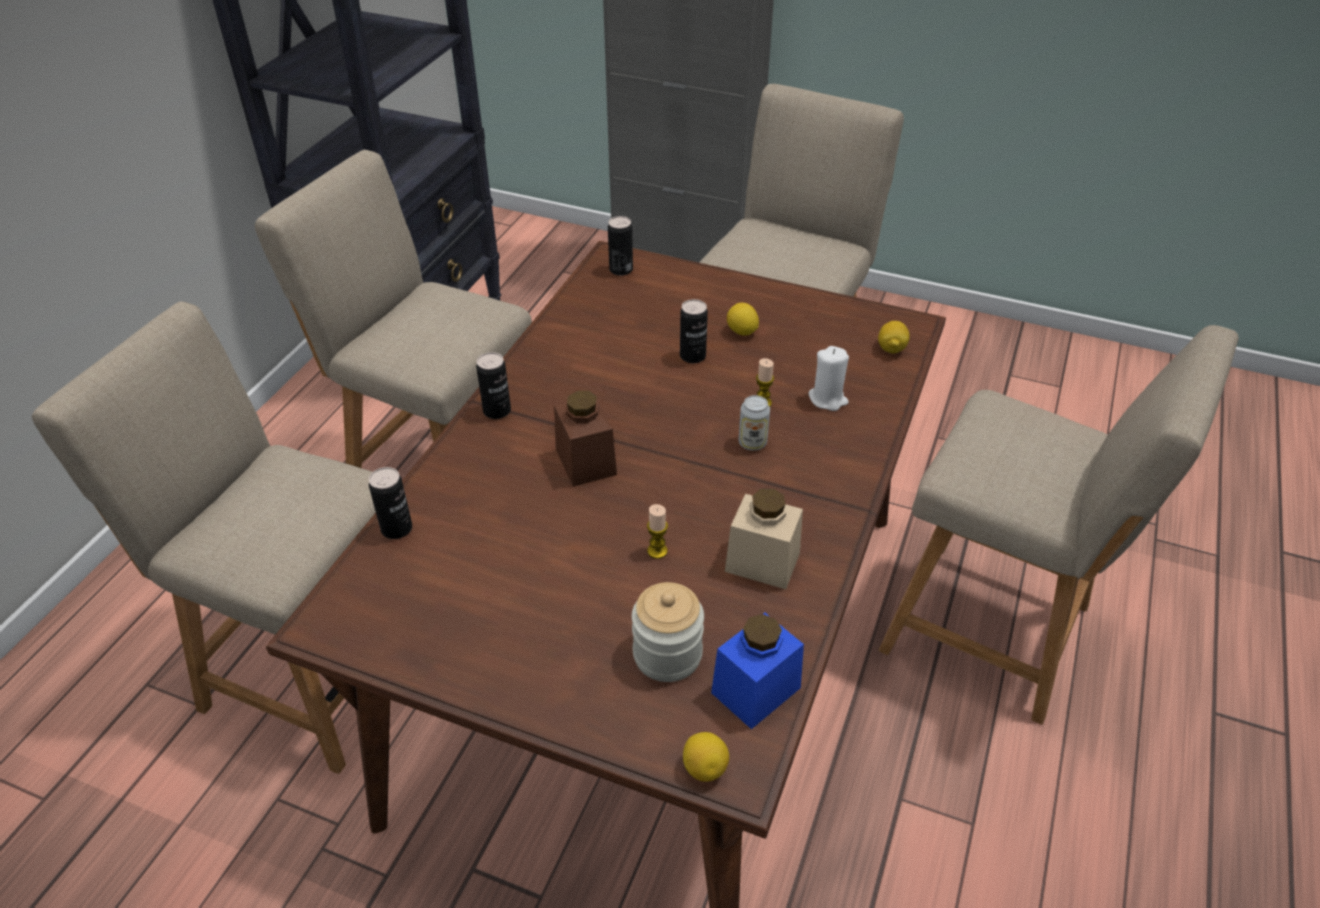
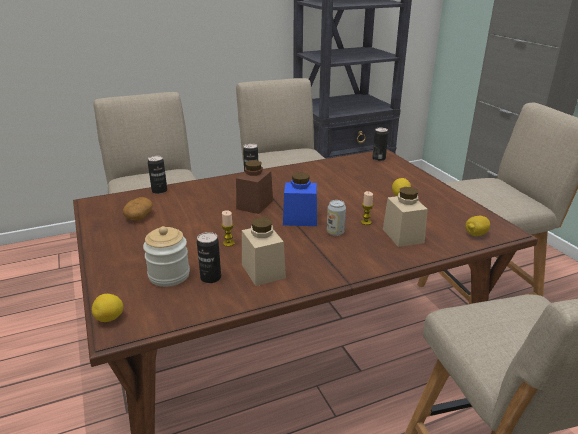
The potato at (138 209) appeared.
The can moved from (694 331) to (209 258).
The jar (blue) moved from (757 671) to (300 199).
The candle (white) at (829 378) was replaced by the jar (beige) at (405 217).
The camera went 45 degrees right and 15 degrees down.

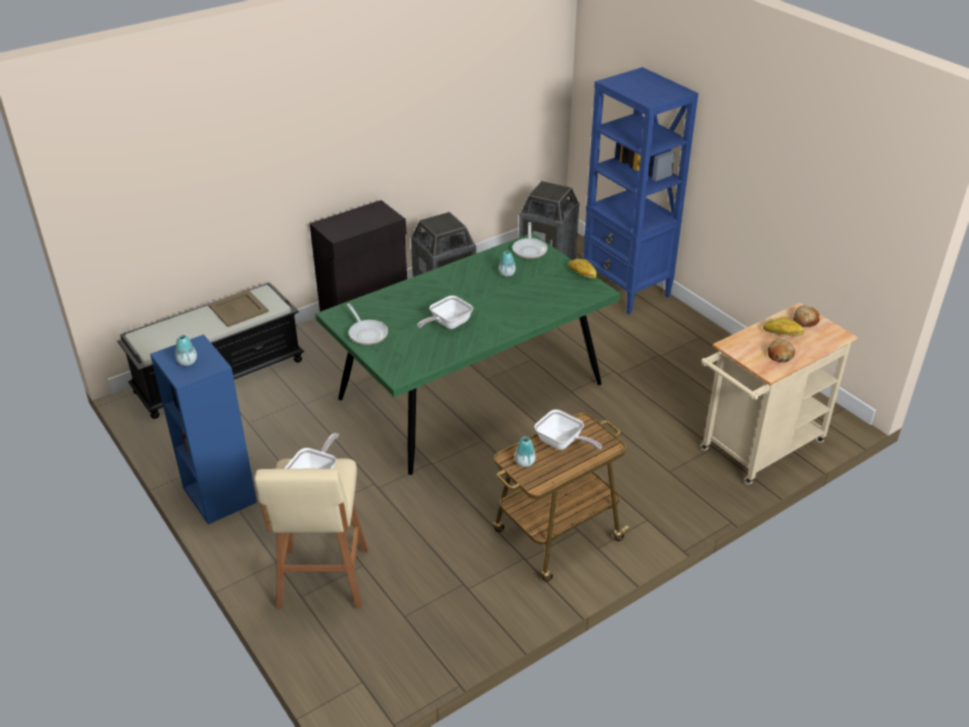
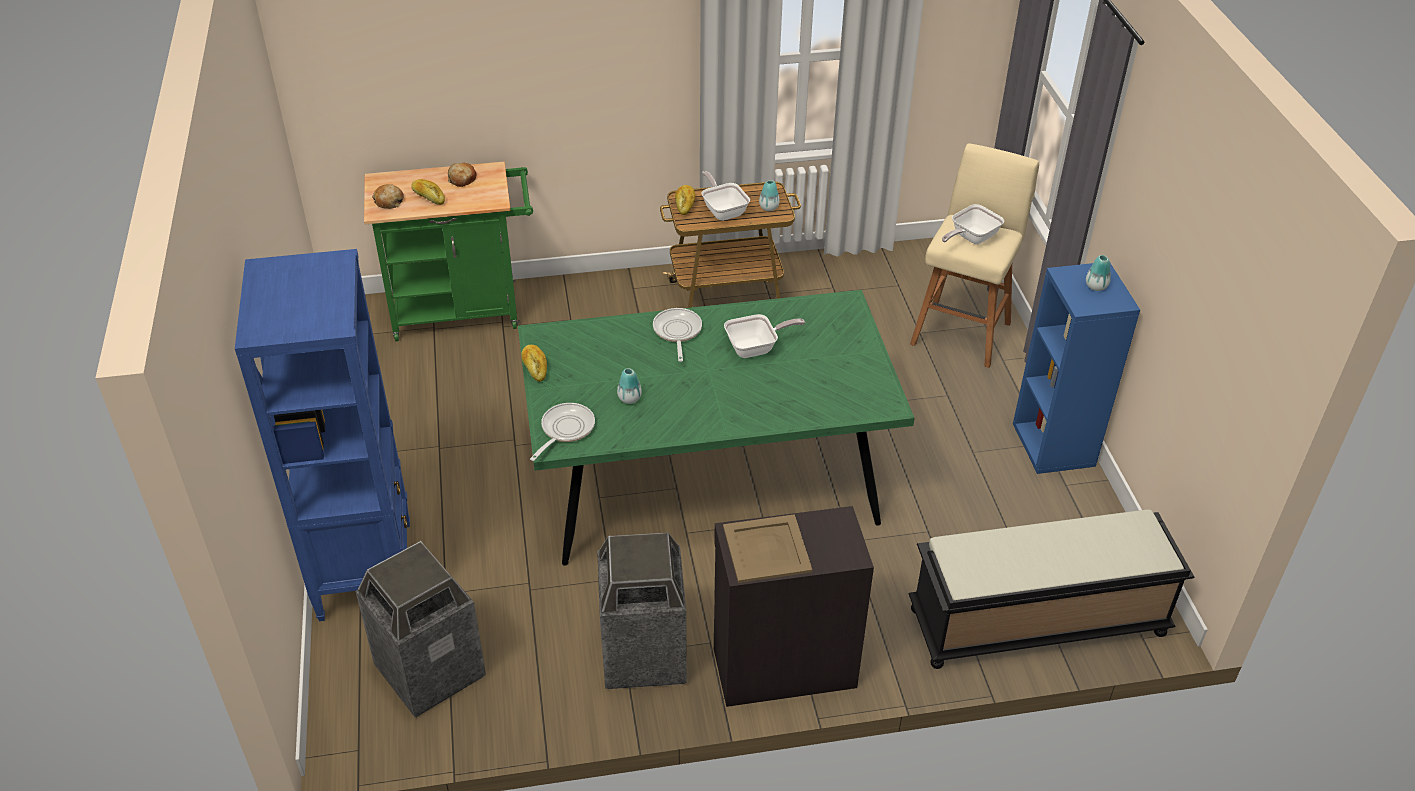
The cart (beige) at (779 393) became the cart (green) at (448 251).
The frying pan moved from (367 324) to (677 335).
The bread at (685 200) appeared.
The tray (beige) moved from (238 308) to (767 548).
The camera went 155 degrees left and 5 degrees up.

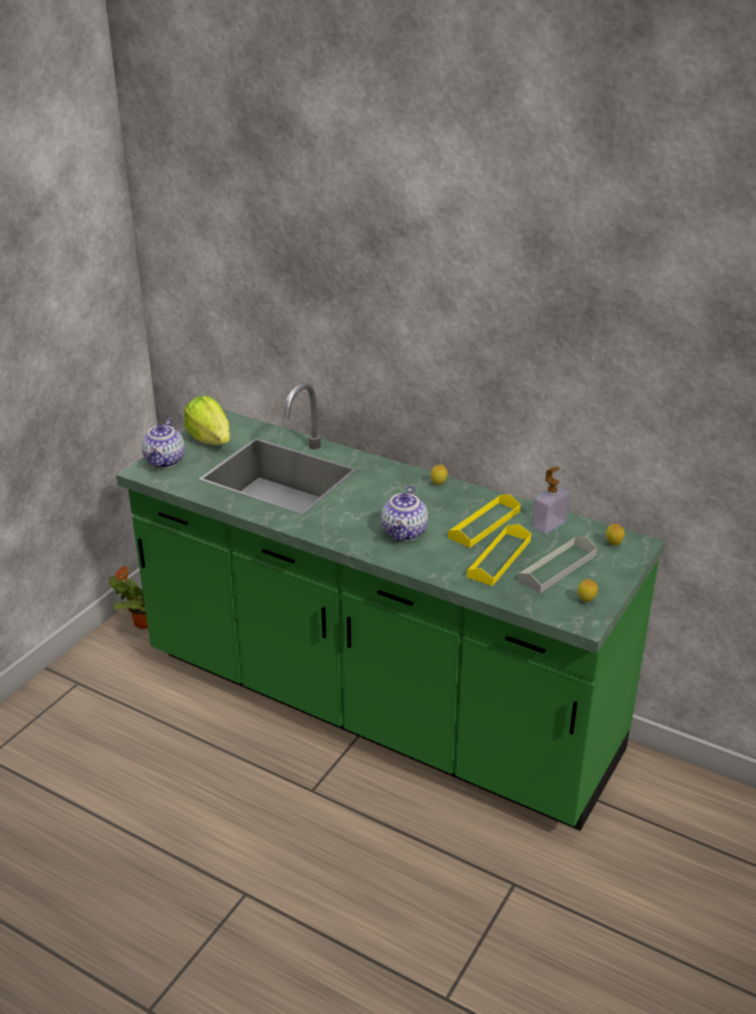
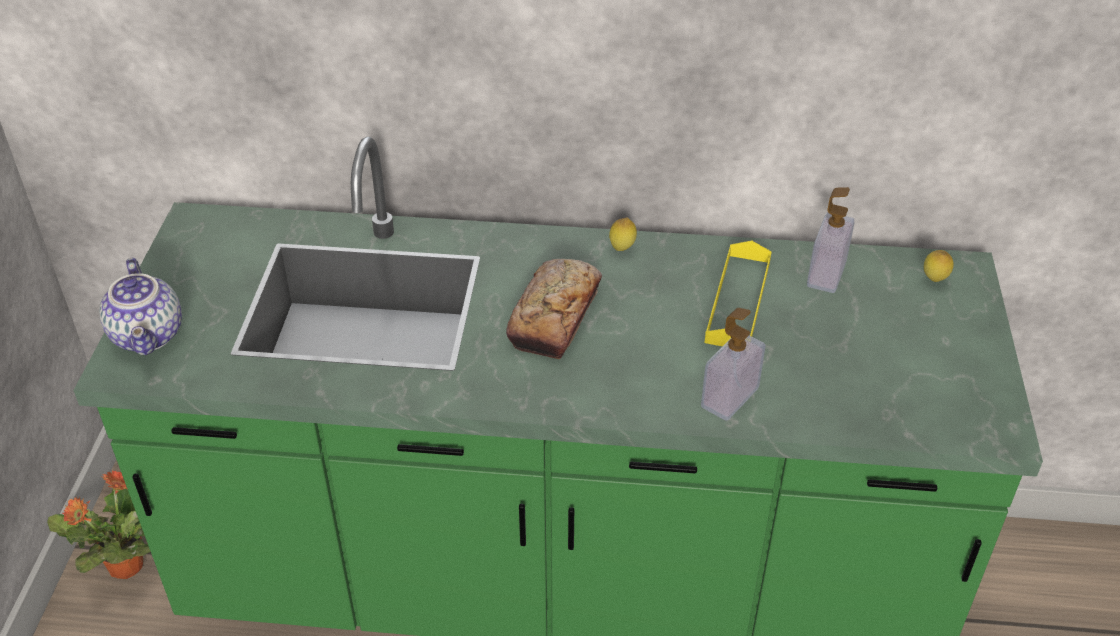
The bread at (554 309) appeared.
The soap dispenser at (733 364) appeared.
The lettuce at (207 420) disappeared.
The teapot at (404 513) disappeared.
The tray (yellow) at (499 555) disappeared.
The tray (grey) at (557 565) disappeared.
The lemon at (588 590) disappeared.
The camera went 25 degrees left and 10 degrees up.

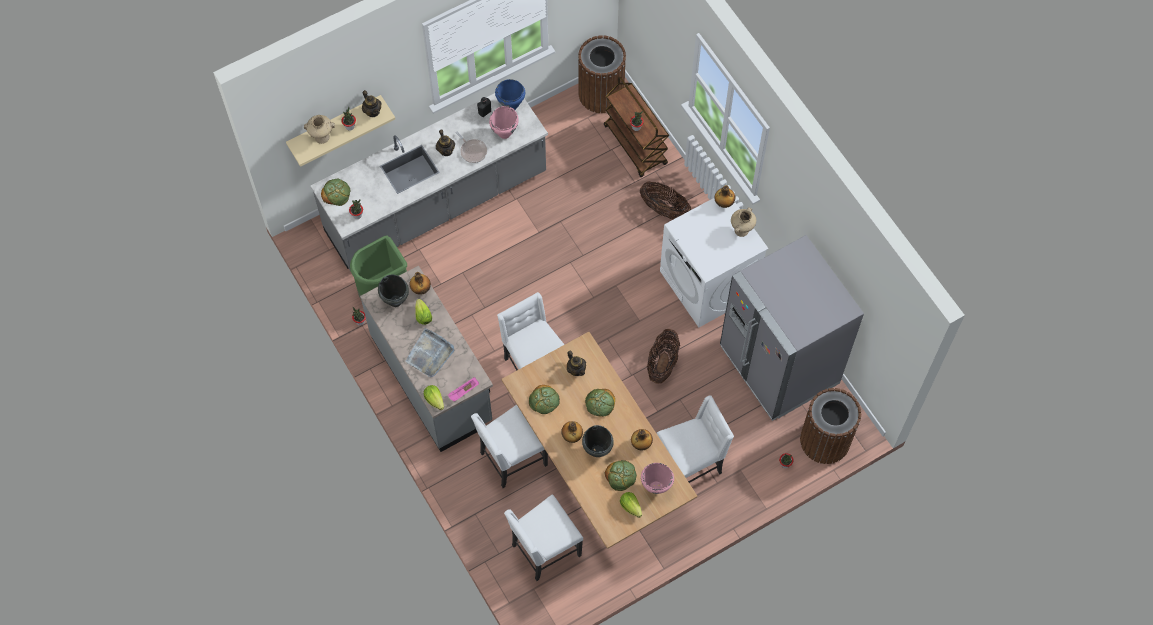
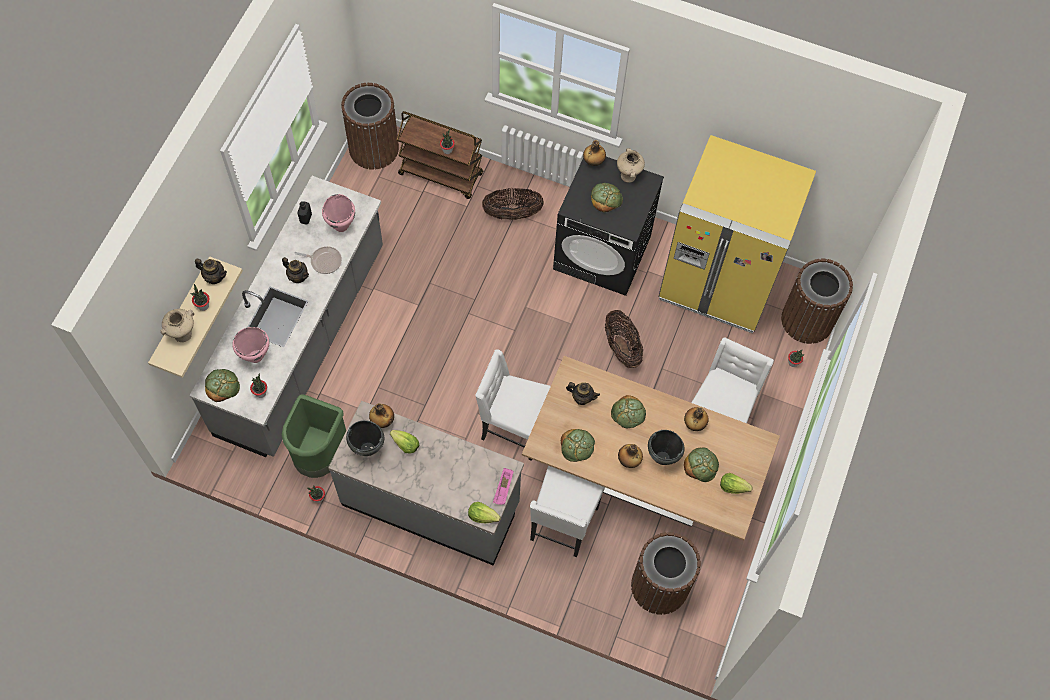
The cooking pot (pink) moved from (657 478) to (250 345).
The washing machine (white) at (714 262) became the washing machine (black) at (608 226).
The bread at (607 197) appeared.
The chair (white) at (543 537) was replaced by the trash can (brown) at (666 573).
The fridge (grey) at (792 328) became the fridge (yellow) at (737 234).
The tray (grey) at (430 352) disappeared.
The cooking pot (blue) at (510 94) disappeared.
The camera went 40 degrees left and 0 degrees up.

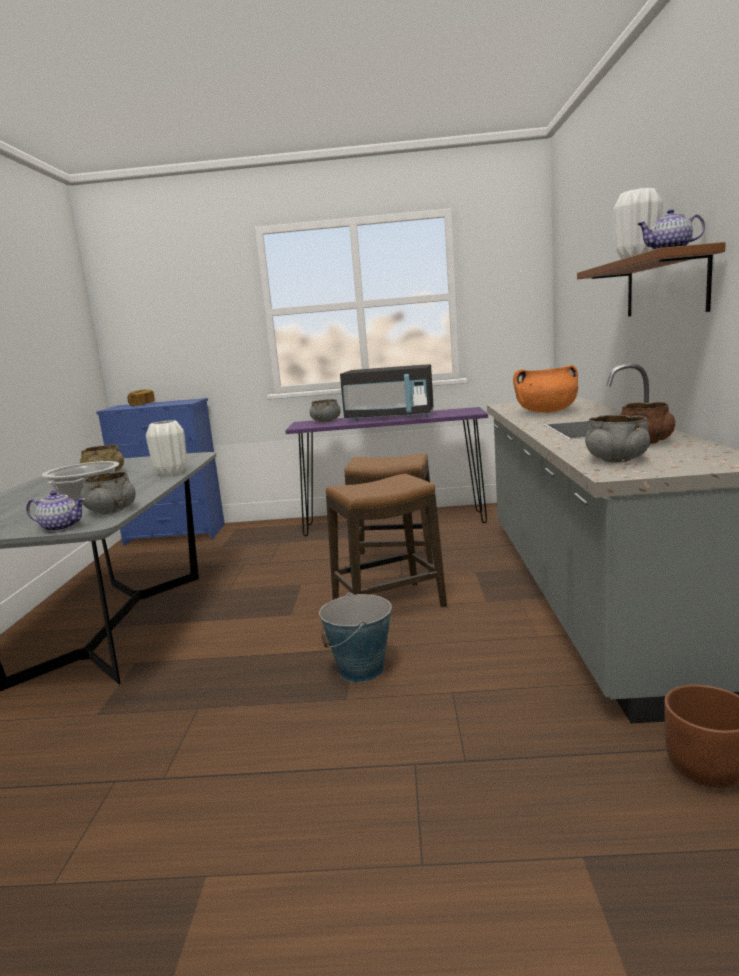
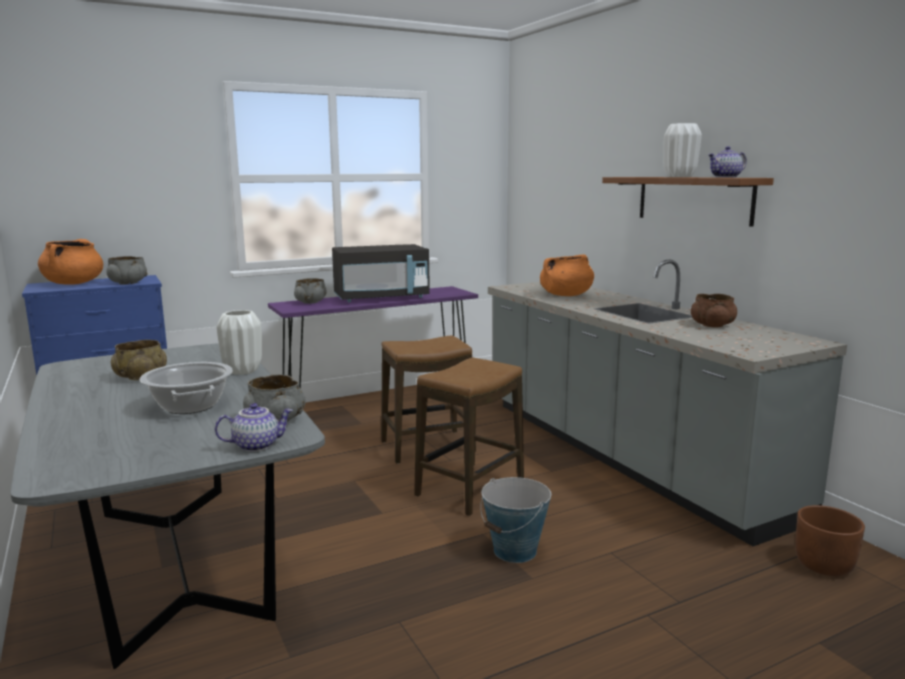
The bread at (141 397) was replaced by the cooking pot (orange) at (70 262).
The bowl (grey) moved from (617 438) to (127 270).
The camera went 30 degrees left and 0 degrees up.

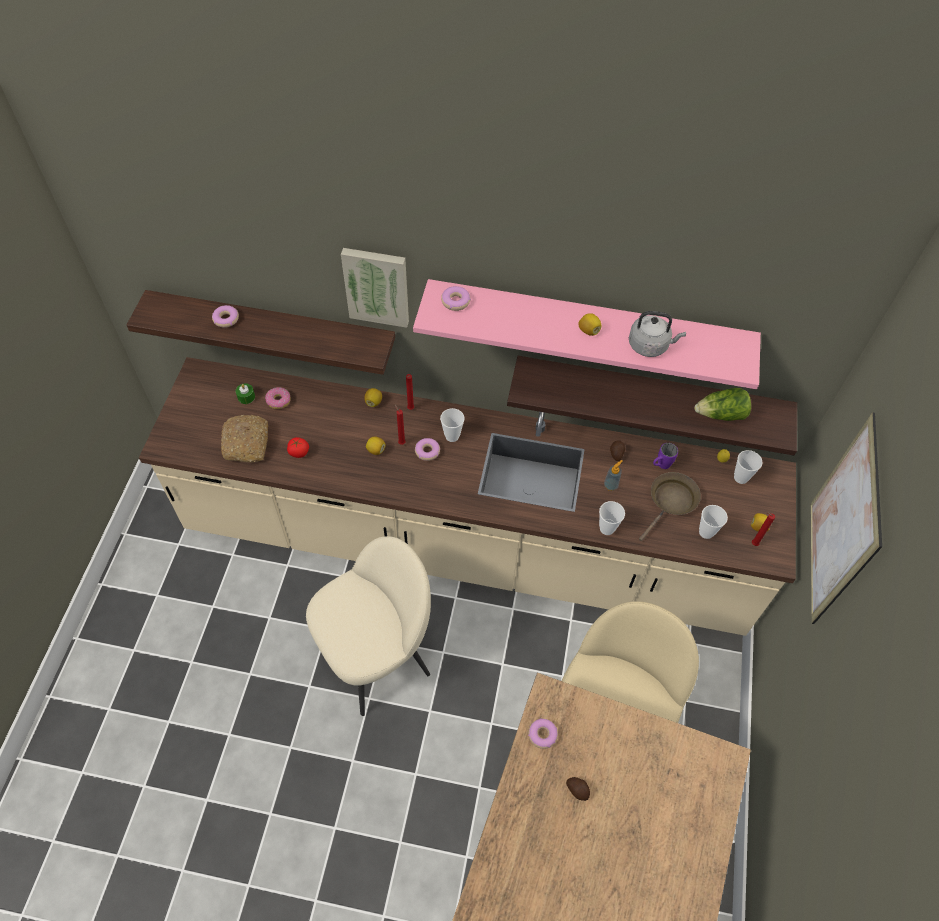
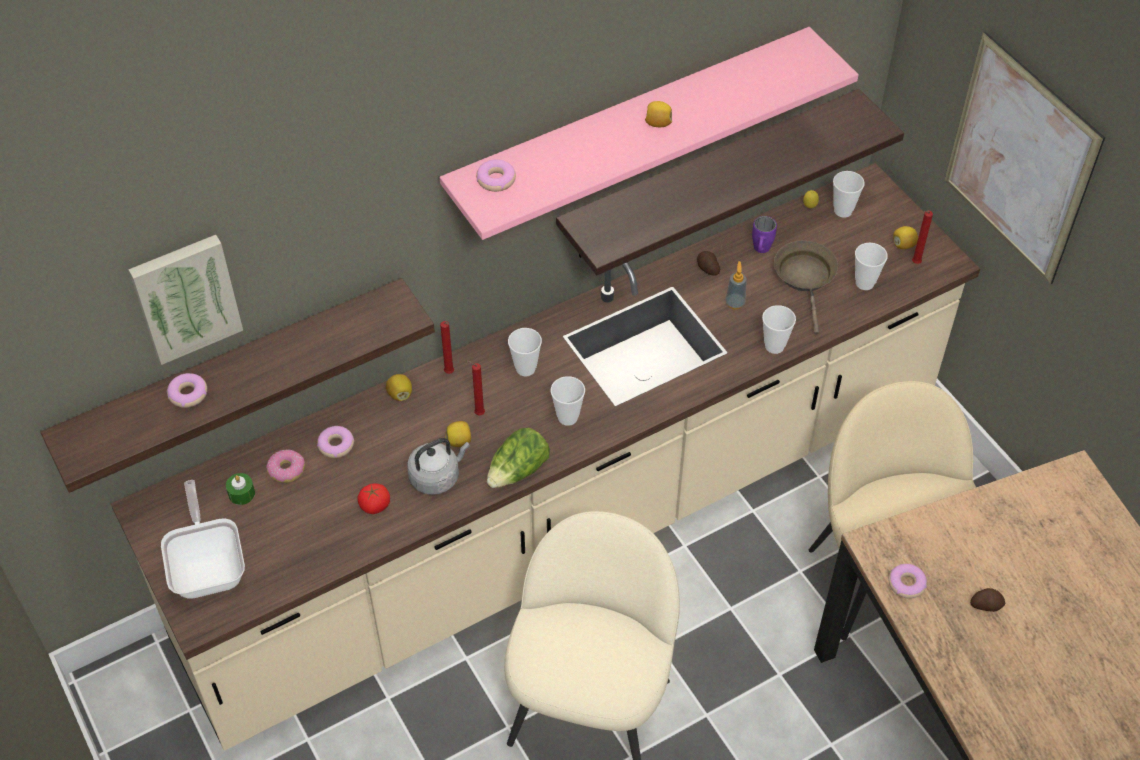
The picture moved from (375 288) to (185 300).
The frying pan at (203 539) appeared.
The donut moved from (427 449) to (335 442).
The kettle (grey) moved from (657 334) to (438 466).
The lettuce moved from (722 404) to (518 458).
The cup at (568 401) appeared.
The bread at (244 438) disappeared.
The camera went 40 degrees left and 5 degrees down.

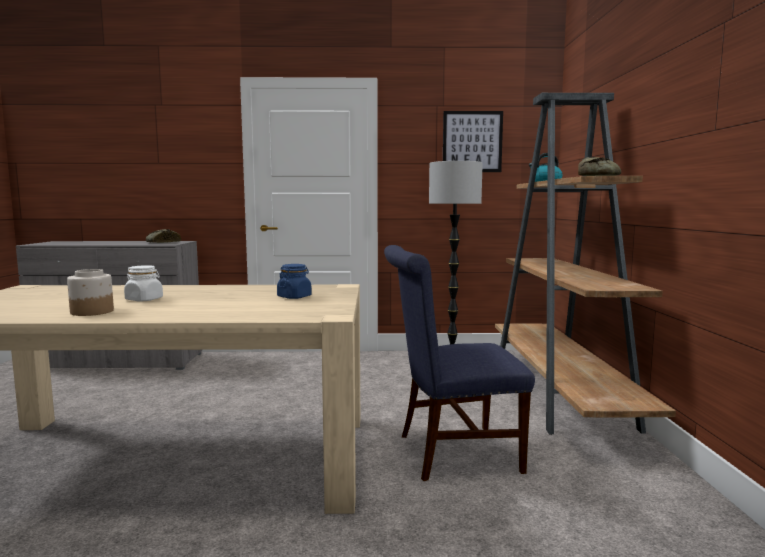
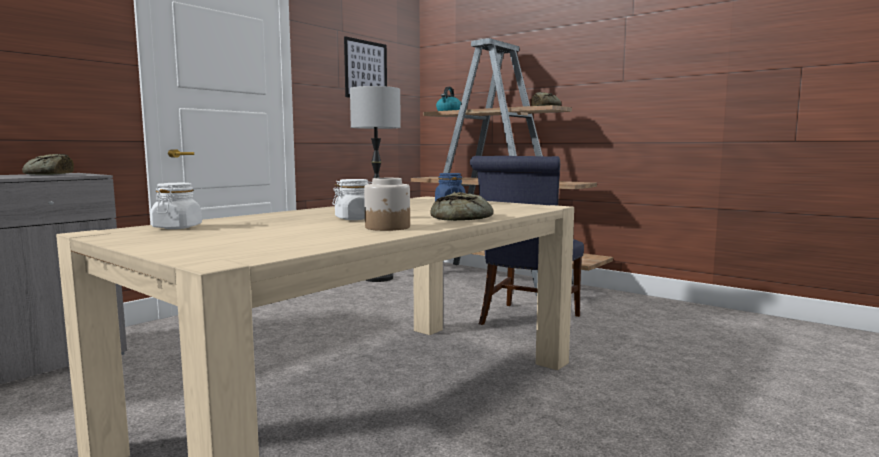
The jar (white) at (176 206) appeared.
The bread at (461 206) appeared.
The camera went 50 degrees left and 0 degrees up.

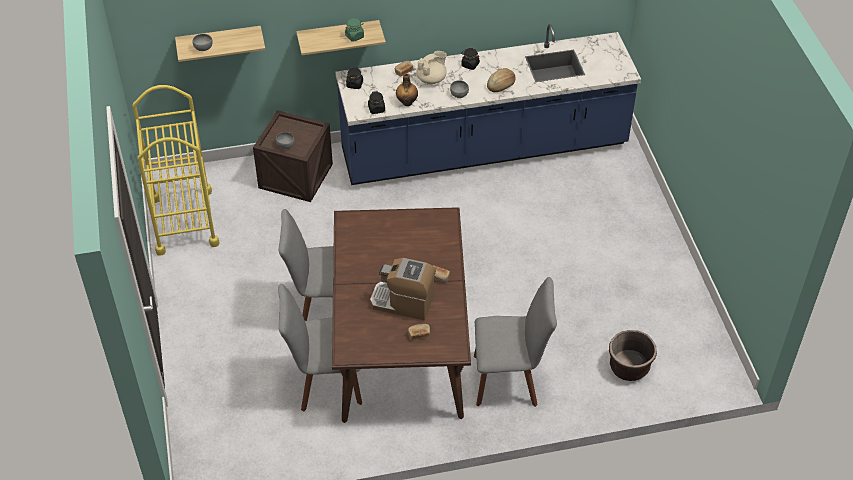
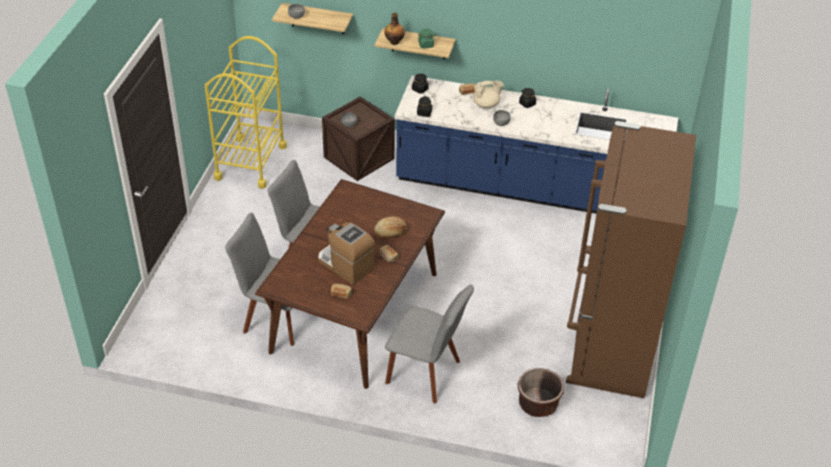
The bread moved from (501 80) to (390 227).
The bottle moved from (407 89) to (395 29).
The fridge (brown) at (631 259) appeared.
The camera went 25 degrees right and 5 degrees down.

